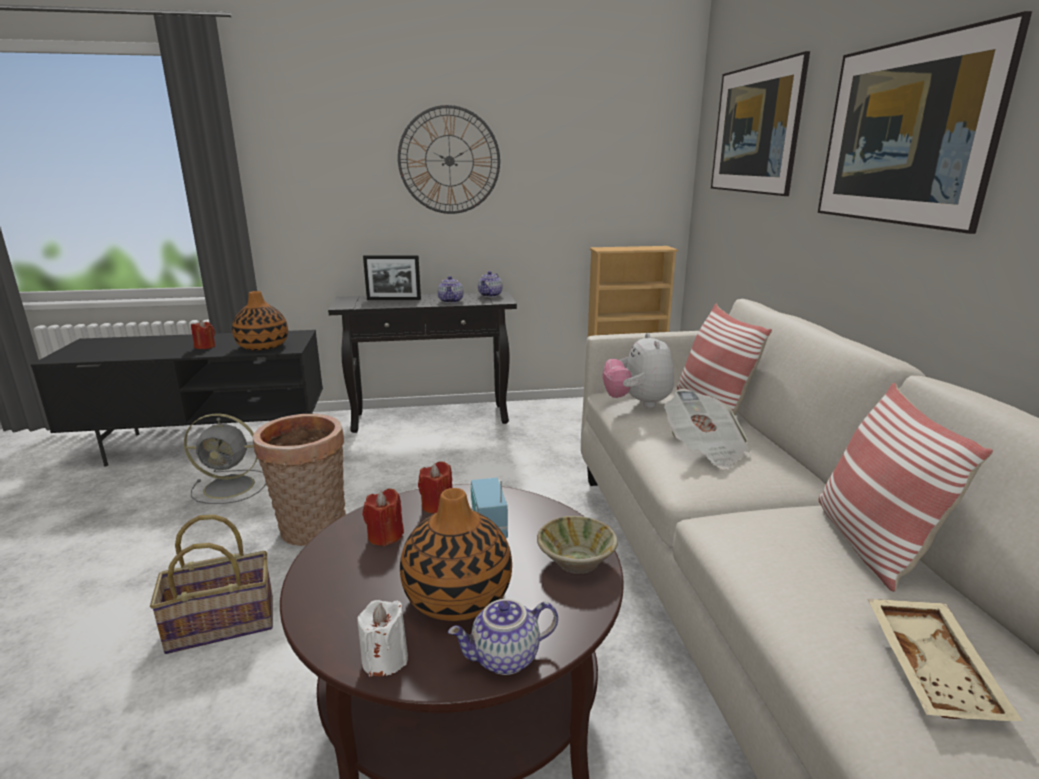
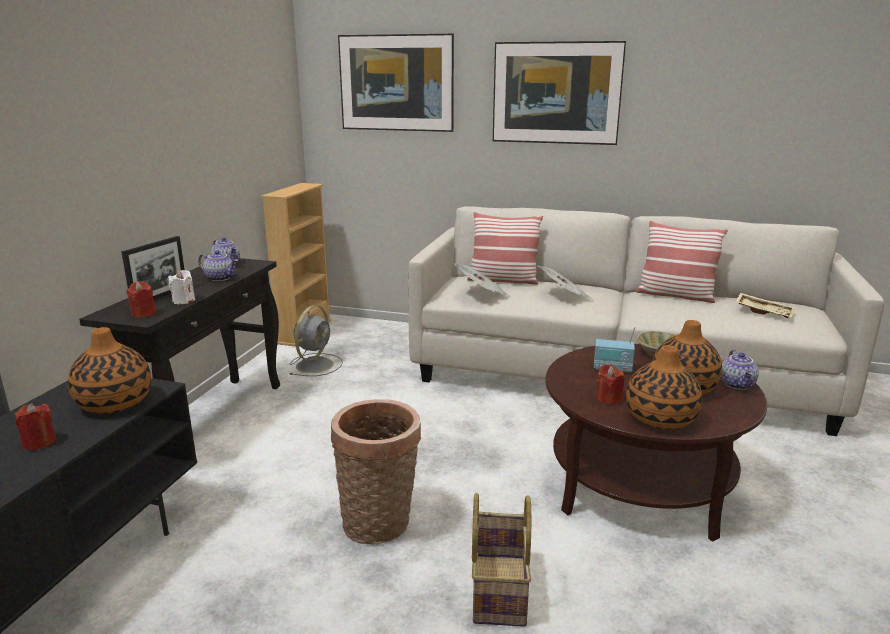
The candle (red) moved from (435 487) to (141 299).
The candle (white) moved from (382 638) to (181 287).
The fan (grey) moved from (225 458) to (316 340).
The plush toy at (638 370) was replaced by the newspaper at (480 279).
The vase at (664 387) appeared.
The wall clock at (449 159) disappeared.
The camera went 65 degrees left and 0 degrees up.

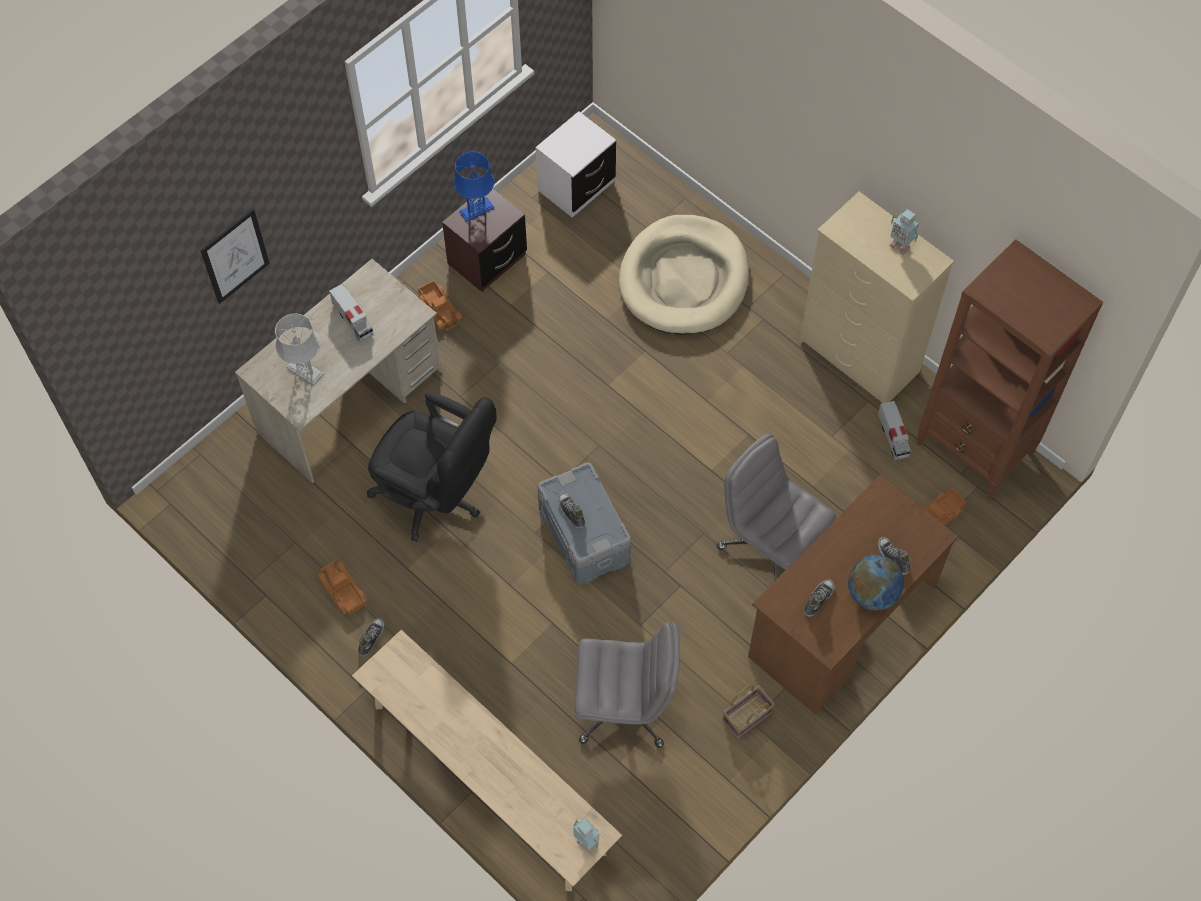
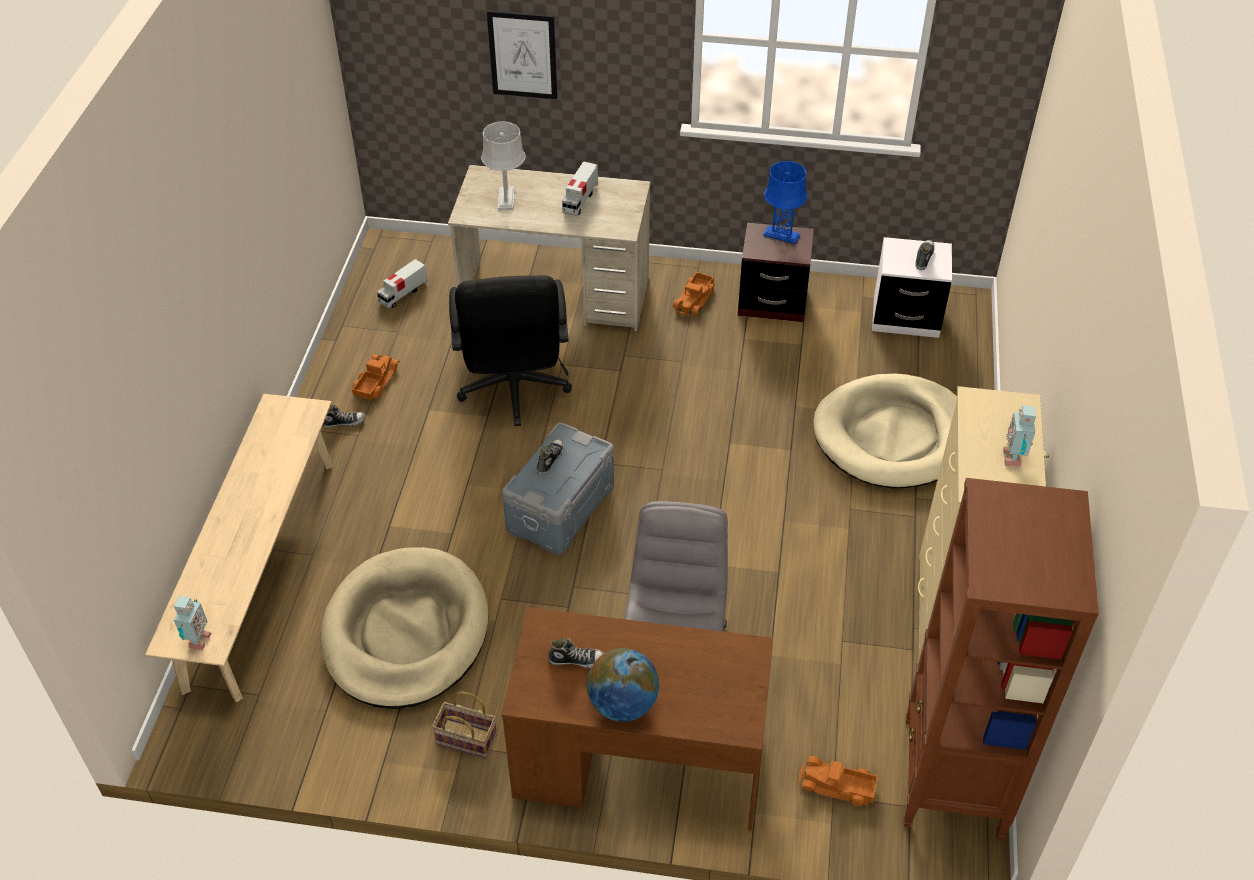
The office chair (grey) at (627 685) was replaced by the dog bed (beige) at (405 628).
The toy truck moved from (894 430) to (402 284).
The shoe moved from (894 556) to (925 255).
The camera went 55 degrees right and 15 degrees down.

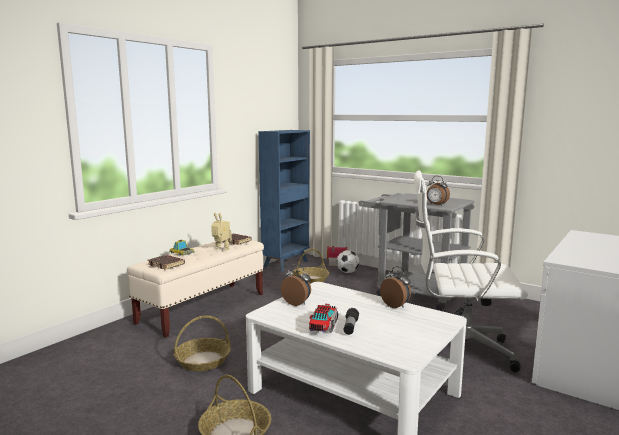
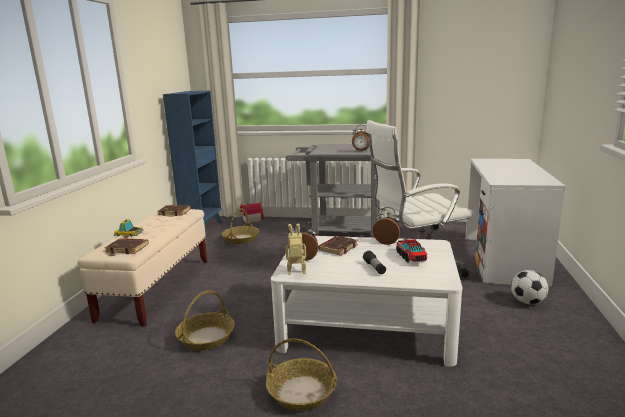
The toy robot moved from (221 231) to (296 249).
The book (brown) at (338 246) appeared.
The toy truck moved from (323 318) to (412 250).
The football moved from (348 261) to (529 287).
The camera went 25 degrees left and 5 degrees up.

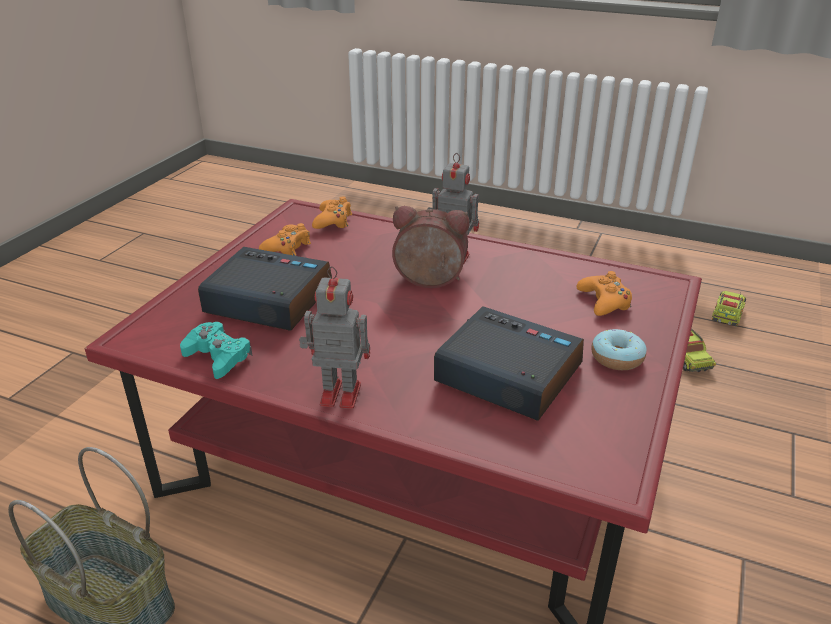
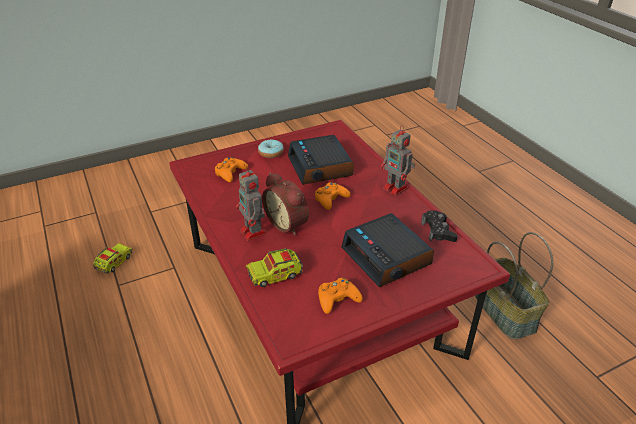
The toy truck moved from (729 308) to (274 267).
The game controller (orange) moved from (332 212) to (333 196).
The game controller (turquoise) at (216 350) became the game controller (black) at (439 226).
The camera went 140 degrees left and 5 degrees up.

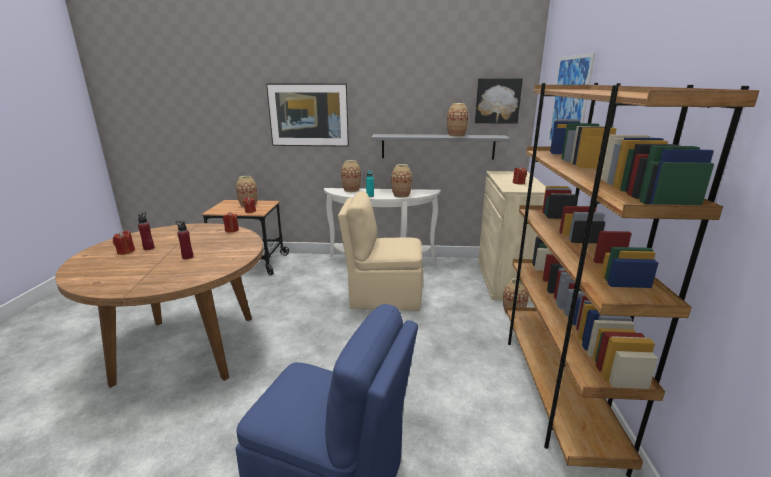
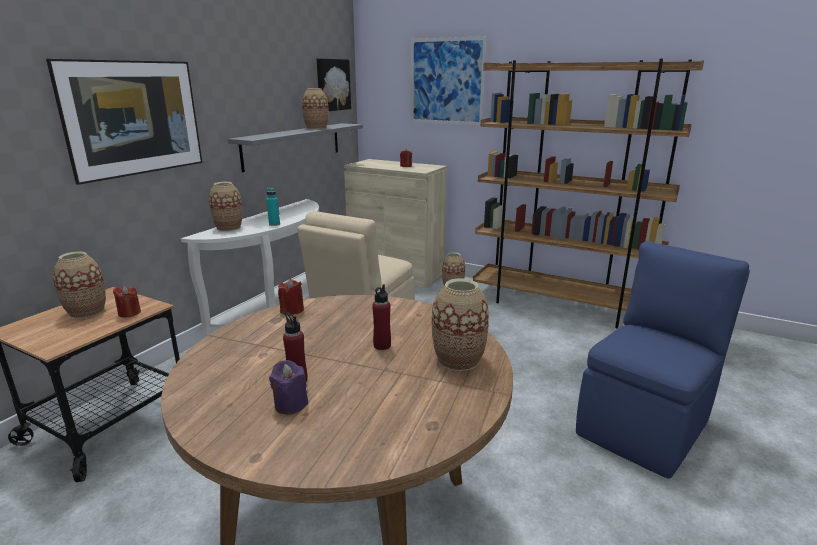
The candle (red) at (124 243) became the candle (purple) at (288 387).
The vase moved from (401 181) to (460 325).
The camera went 65 degrees left and 0 degrees up.

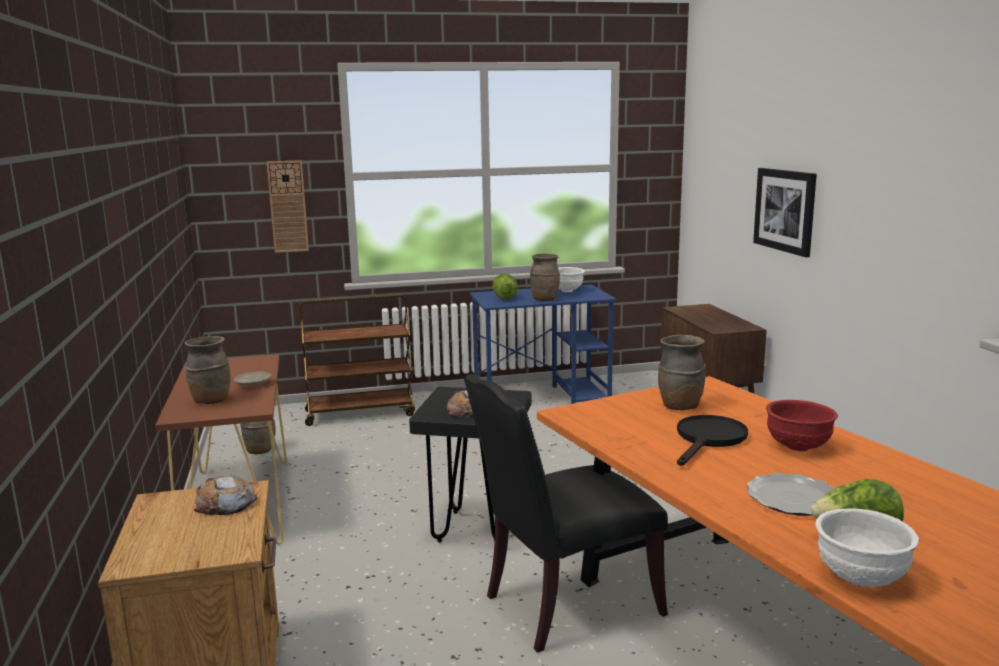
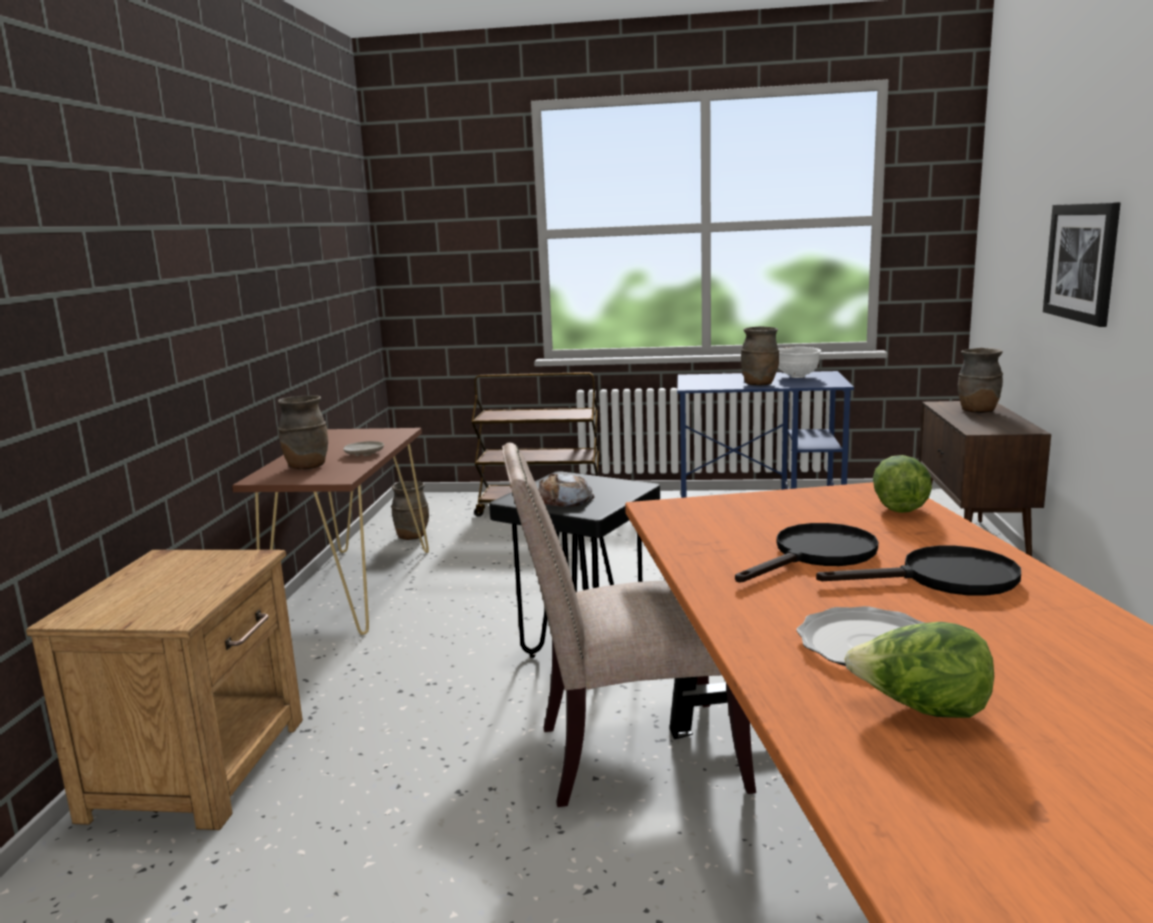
The chair (black) at (566 513) became the chair (beige) at (629 625).
The bowl (red) at (802 425) was replaced by the frying pan (black) at (918 571).
The lettuce moved from (505 287) to (902 484).
The vase (brown) moved from (682 372) to (980 380).
The bread at (225 495) disappeared.
The wall clock at (288 206) disappeared.
The bowl (white) at (867 547) disappeared.
The camera went 20 degrees right and 0 degrees up.

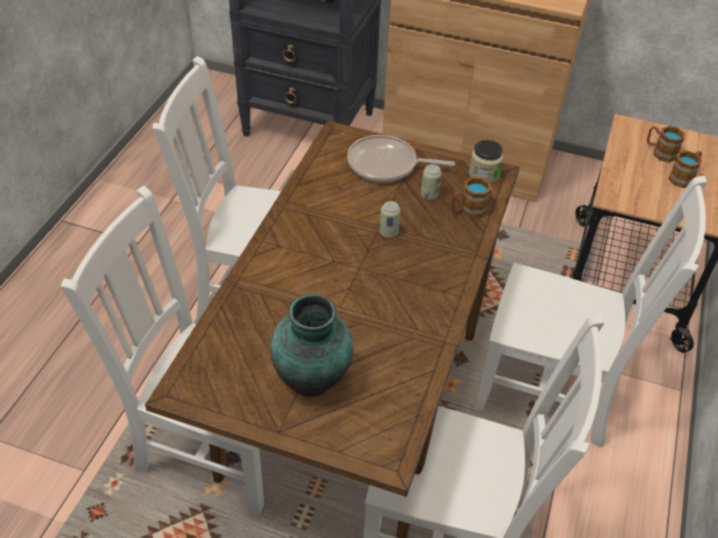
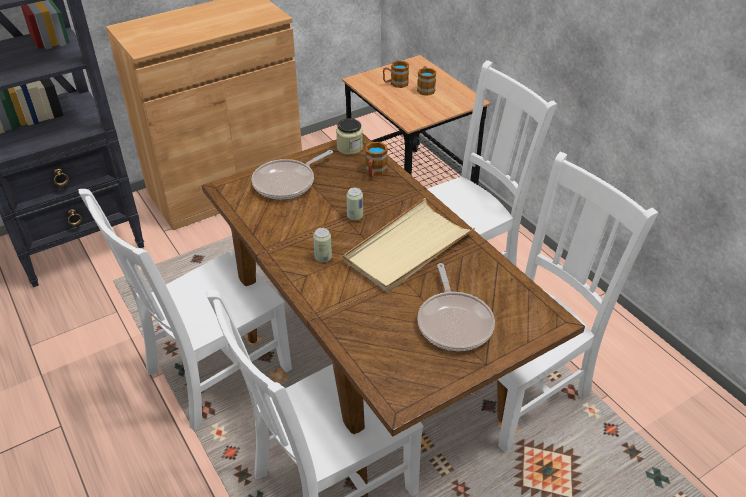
The can moved from (431 182) to (322 245).
The tray (beige) at (409 245) appeared.
The vase at (311 345) was replaced by the frying pan at (456 307).
The camera went 50 degrees left and 5 degrees down.

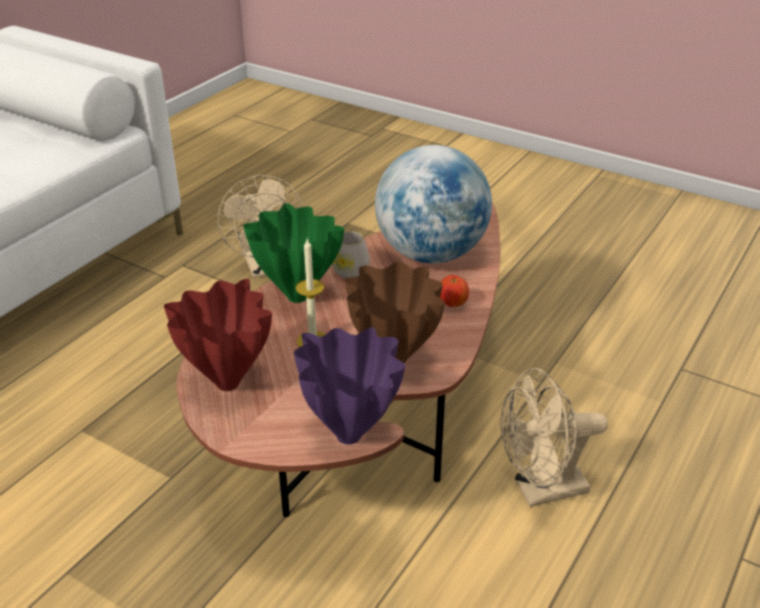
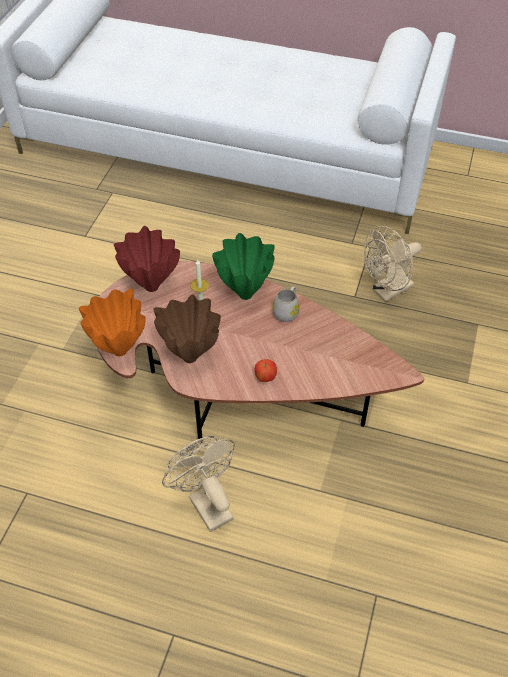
The vase (purple) at (349 385) became the vase (orange) at (112 322).
The globe at (433 204) disappeared.
The camera went 75 degrees right and 15 degrees up.

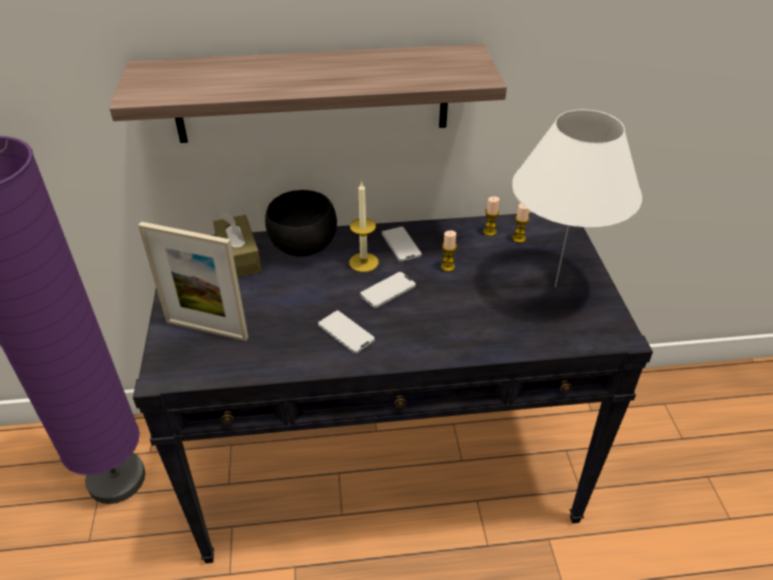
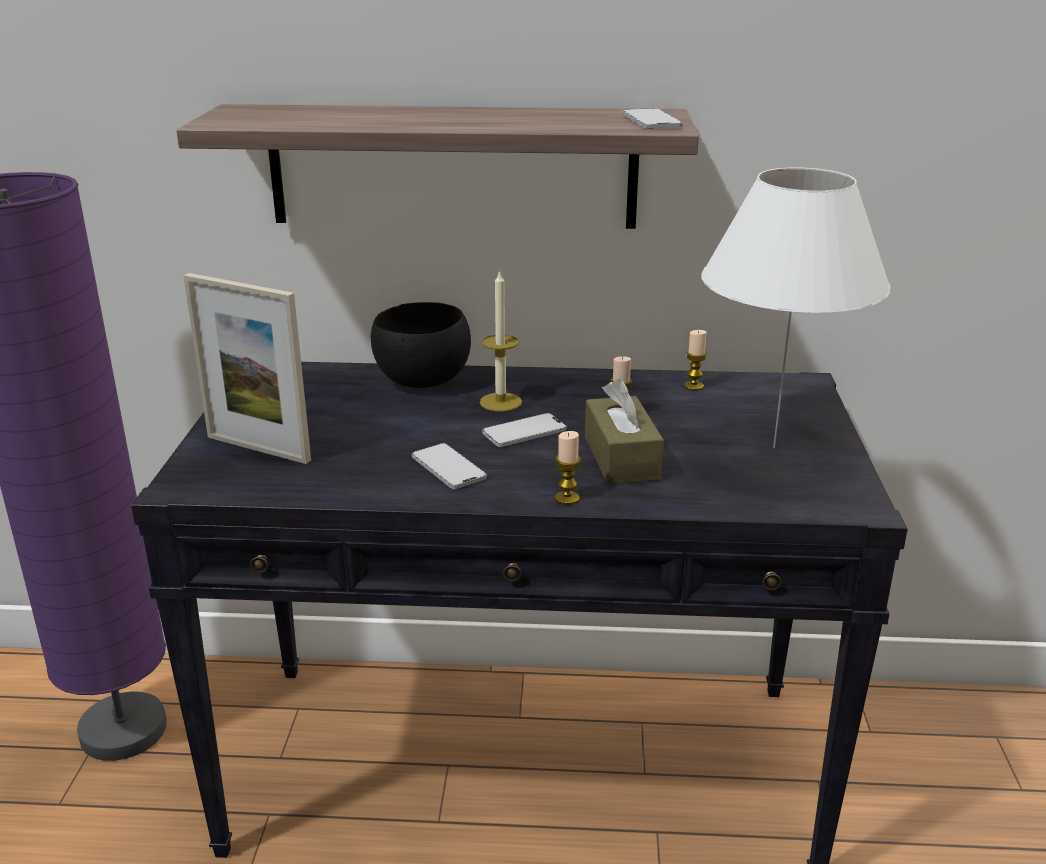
The candle moved from (520 223) to (568 468).
The tissue box (brown) moved from (237 245) to (624 431).
The phone moved from (402 244) to (652 118).
The camera went 10 degrees right and 15 degrees down.

